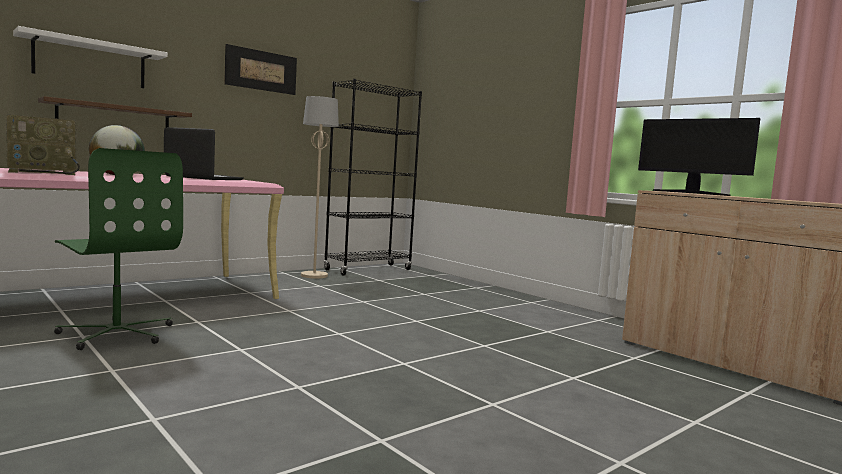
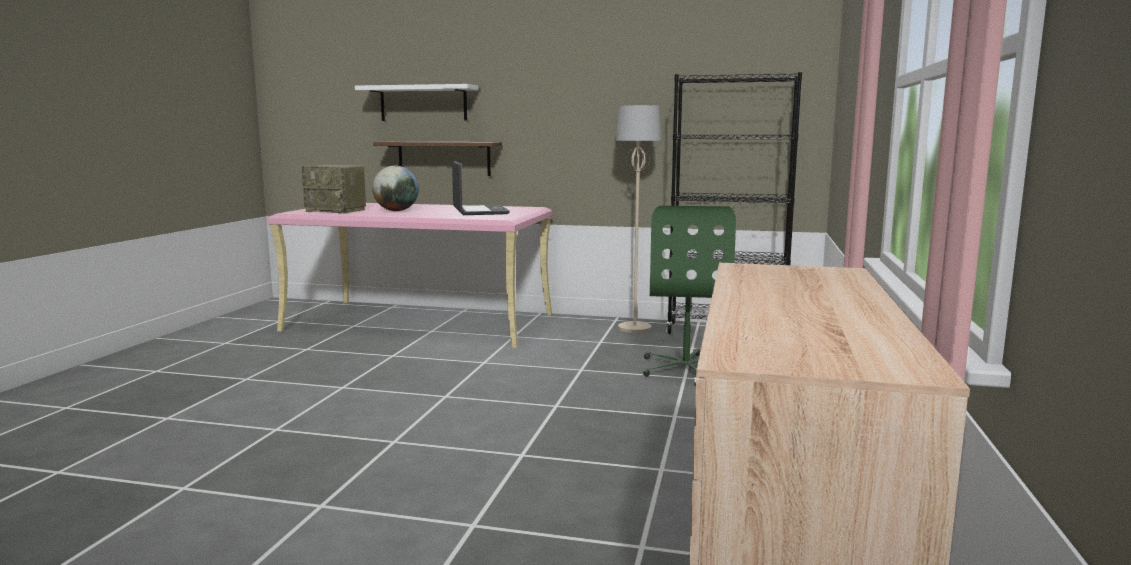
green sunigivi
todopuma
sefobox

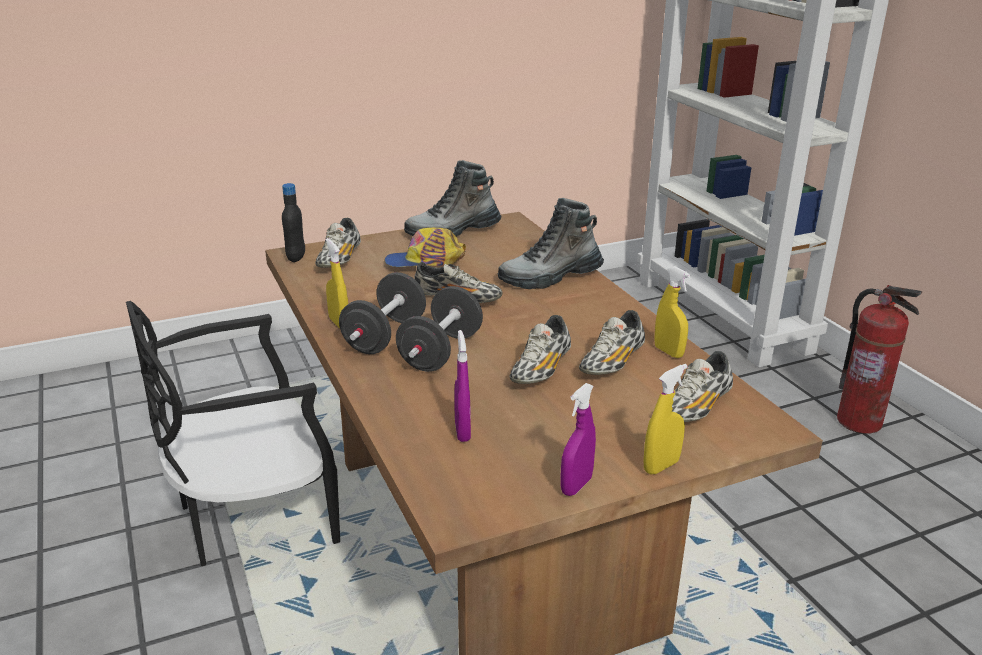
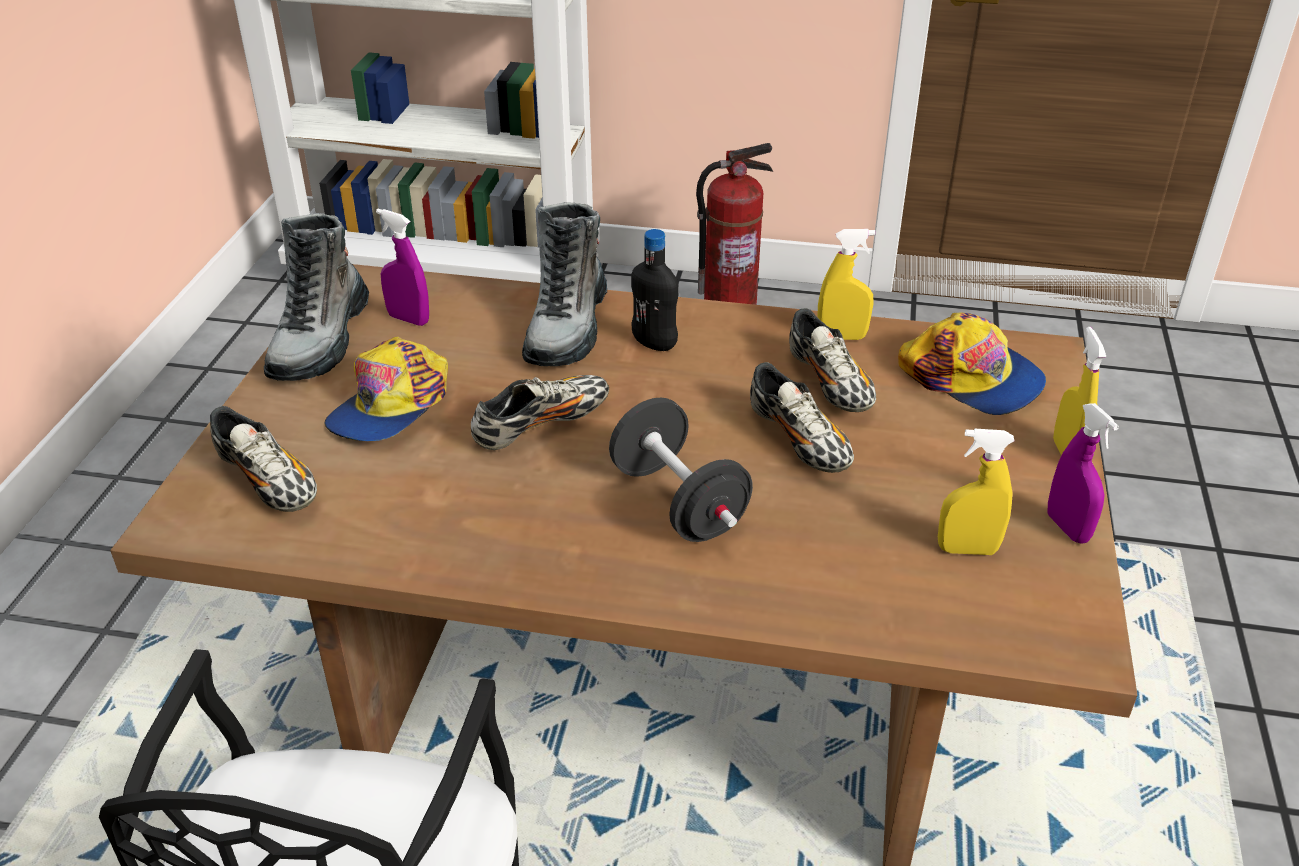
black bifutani
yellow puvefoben (no. 2 from left)
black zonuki (no. 1 from left in the first image)
purple puvefoben (no. 1 from left)
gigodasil (no. 2 from left)

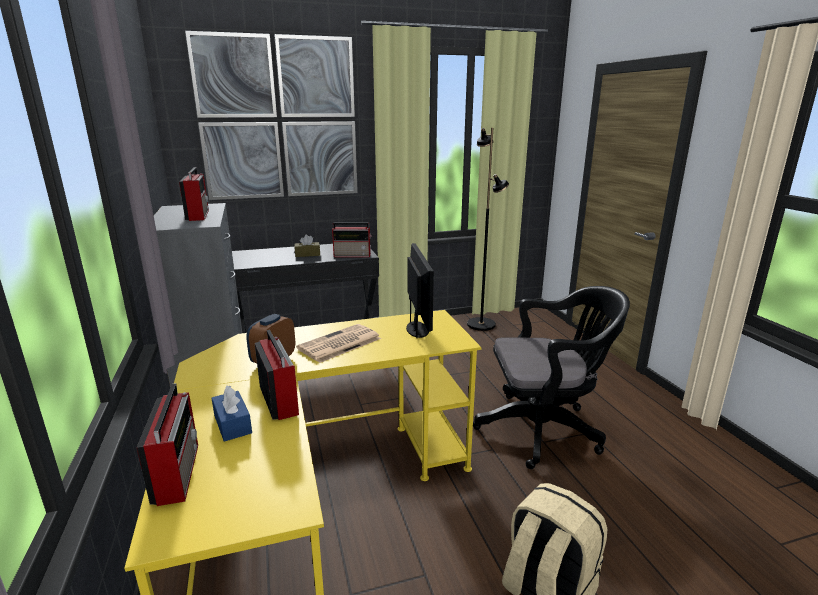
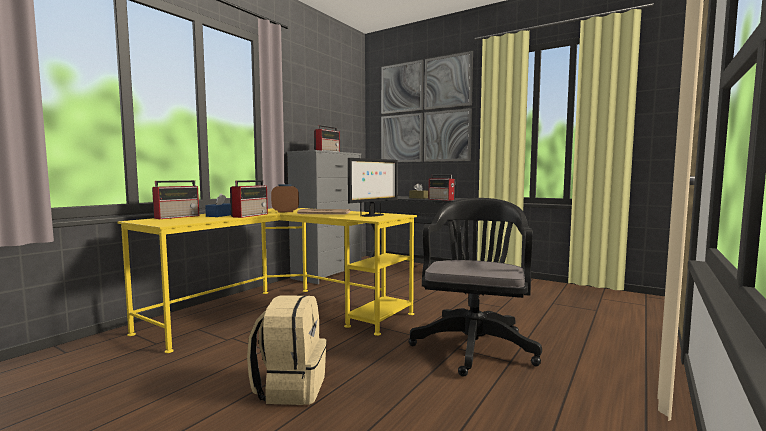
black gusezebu
black sunigivi

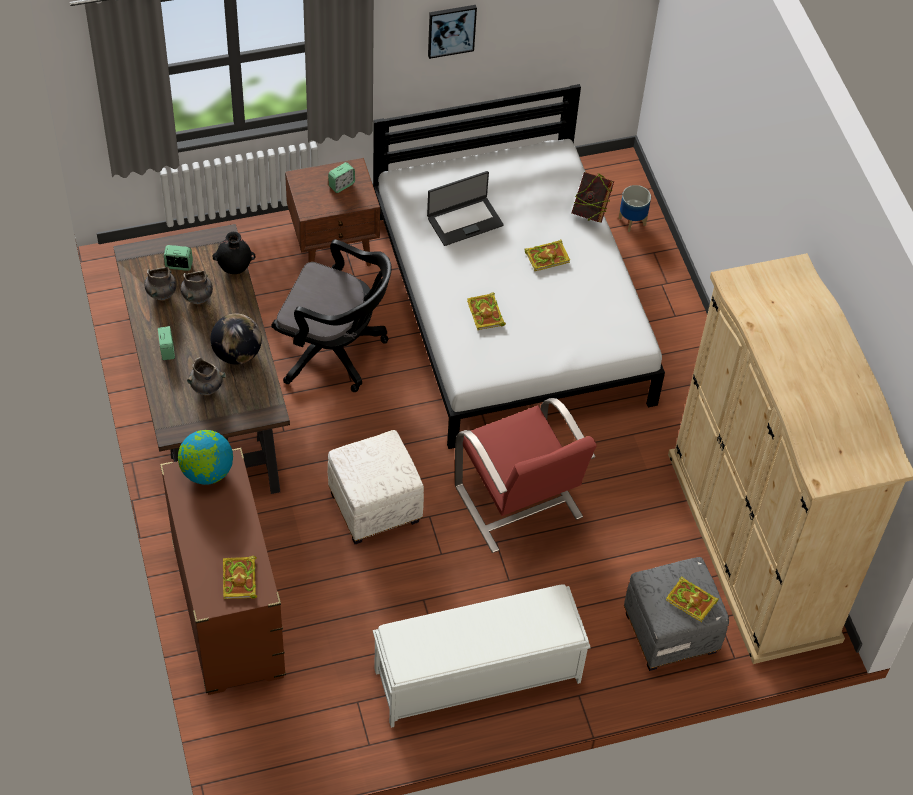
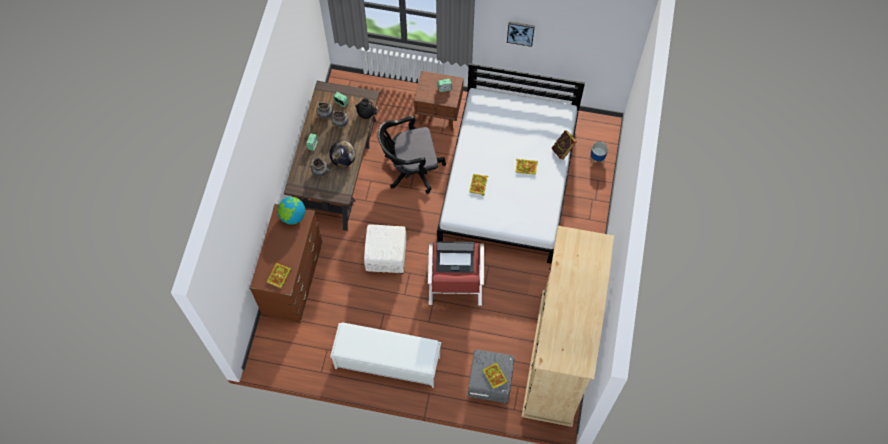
black sunigivi
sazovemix

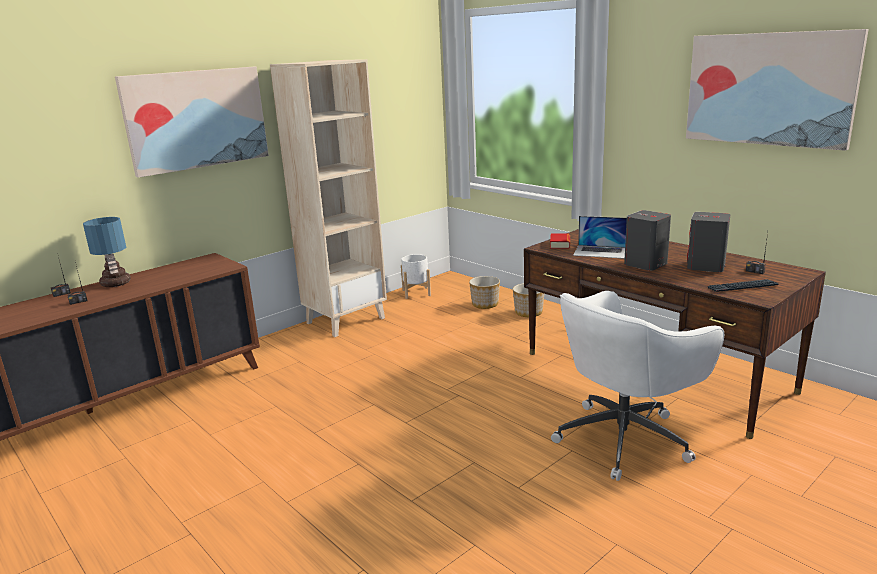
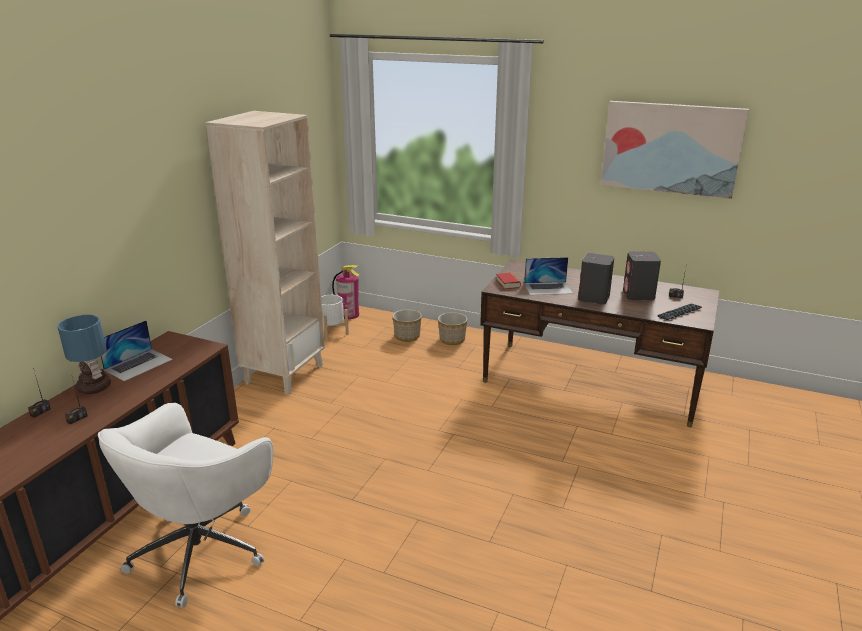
todopuma (no. 1 from left in the first image)
white sunigivi
sazovemix (no. 1 from left)
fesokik

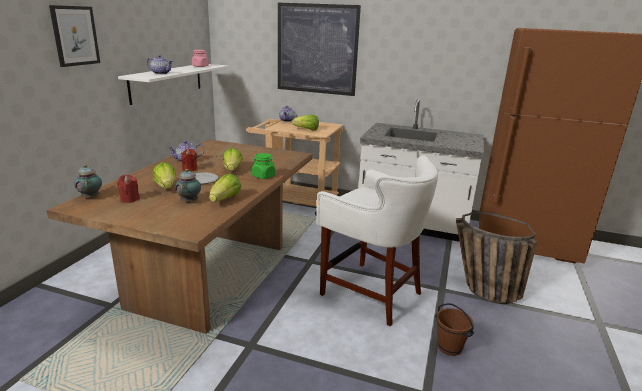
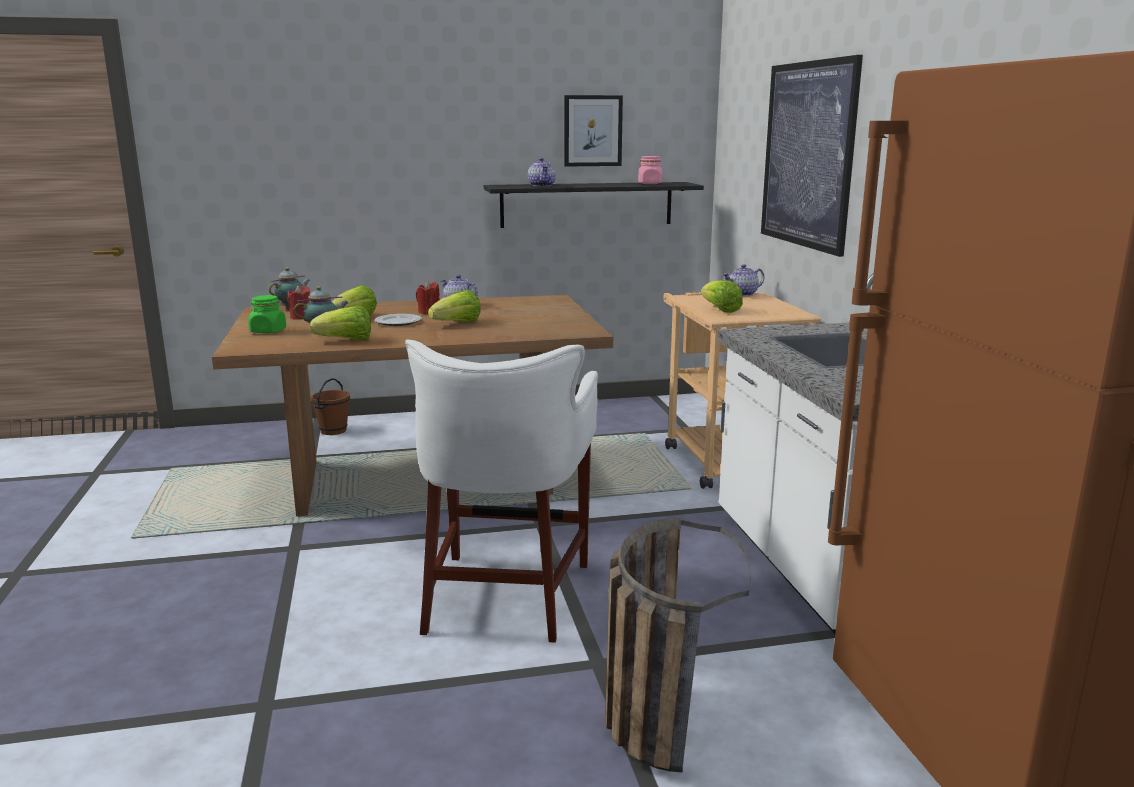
todopuma (no. 1 from left)
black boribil
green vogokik
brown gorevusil

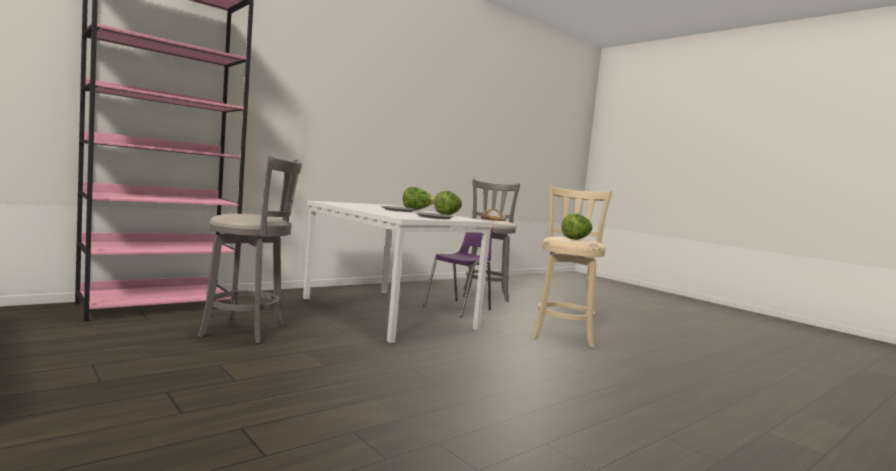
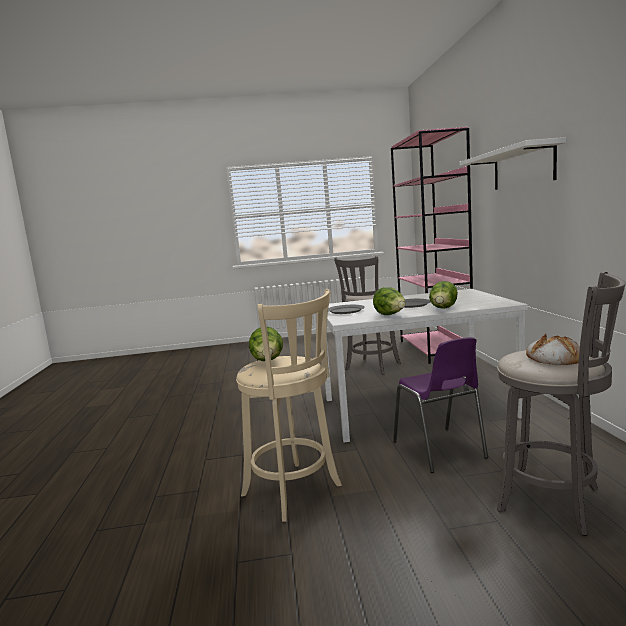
white boribil

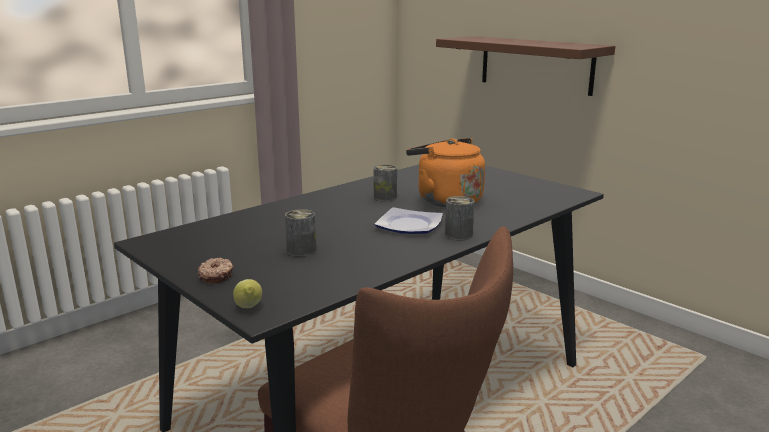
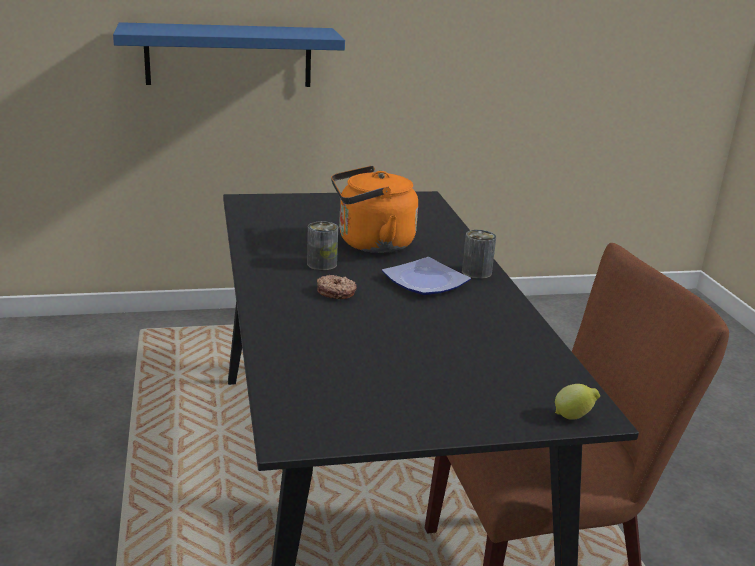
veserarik
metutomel (no. 1 from left in the first image)
blue boribil

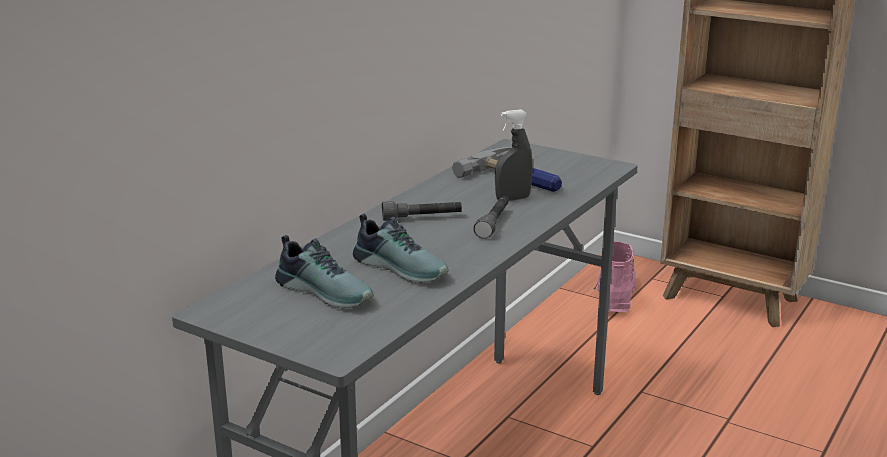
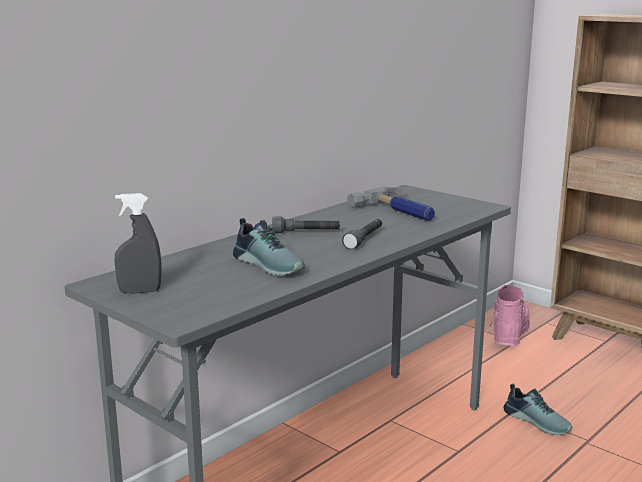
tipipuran (no. 2 from left)
grey puvefoben

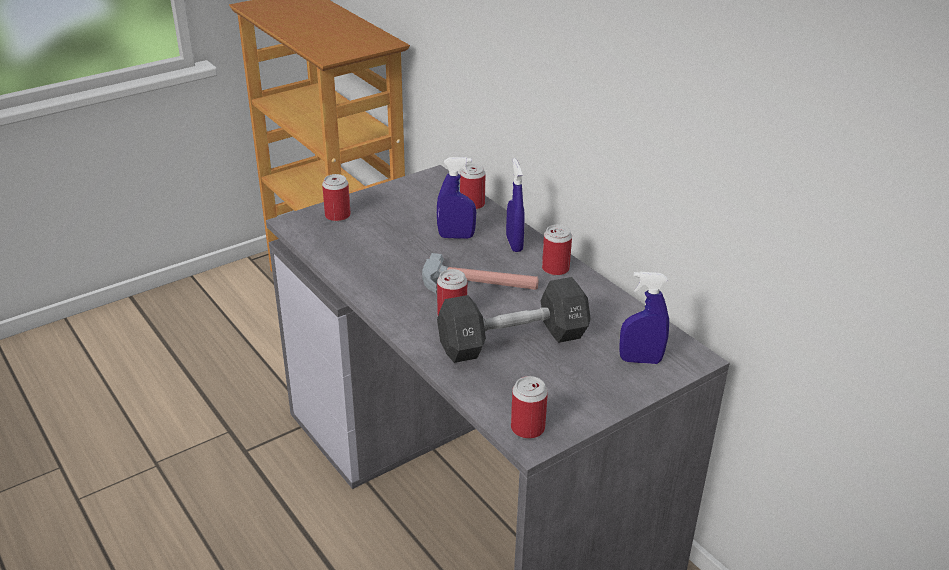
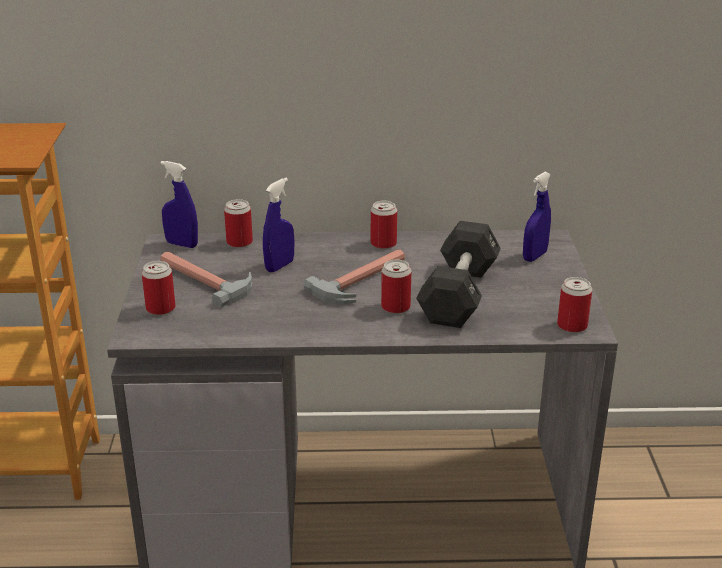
blue puvefoben (no. 1 from left)
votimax (no. 1 from left)

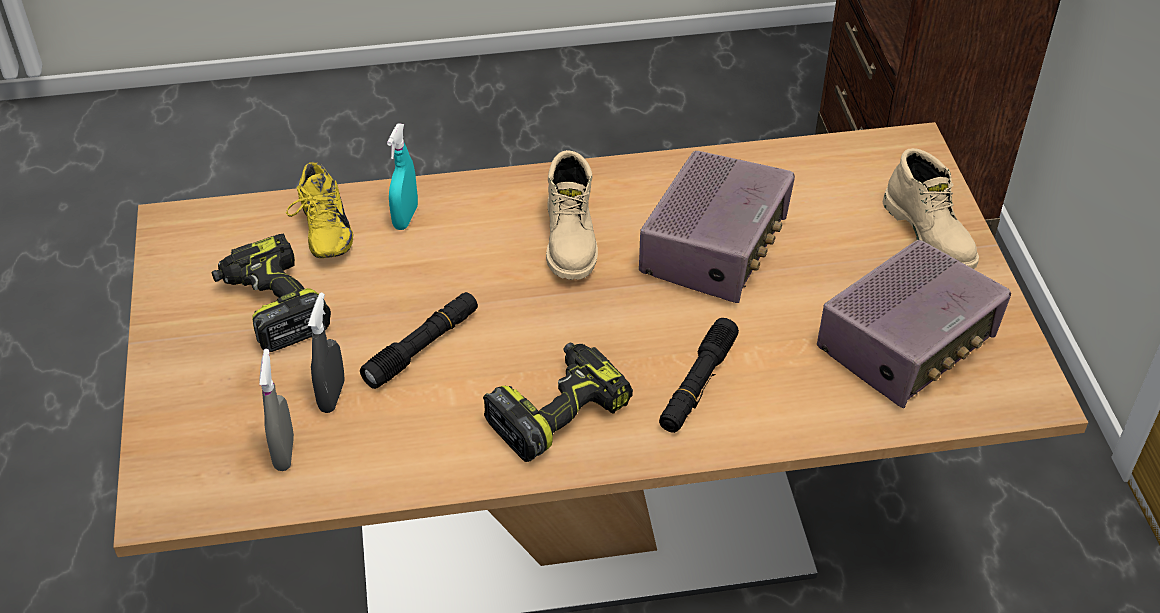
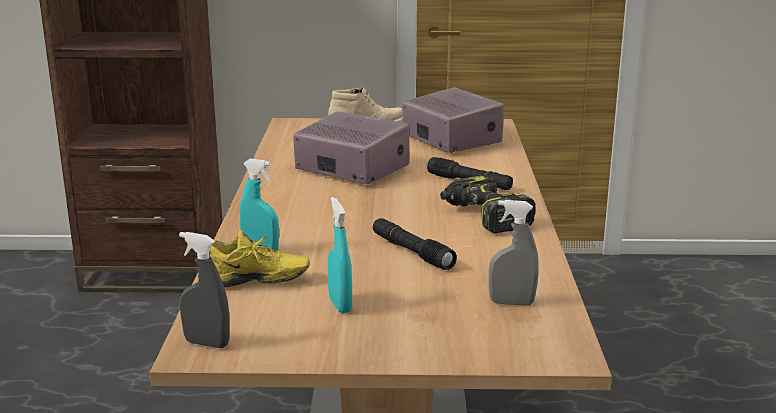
turquoise puvefoben (no. 2 from left)
grey puvefoben (no. 1 from left)
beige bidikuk (no. 1 from left in the first image)

